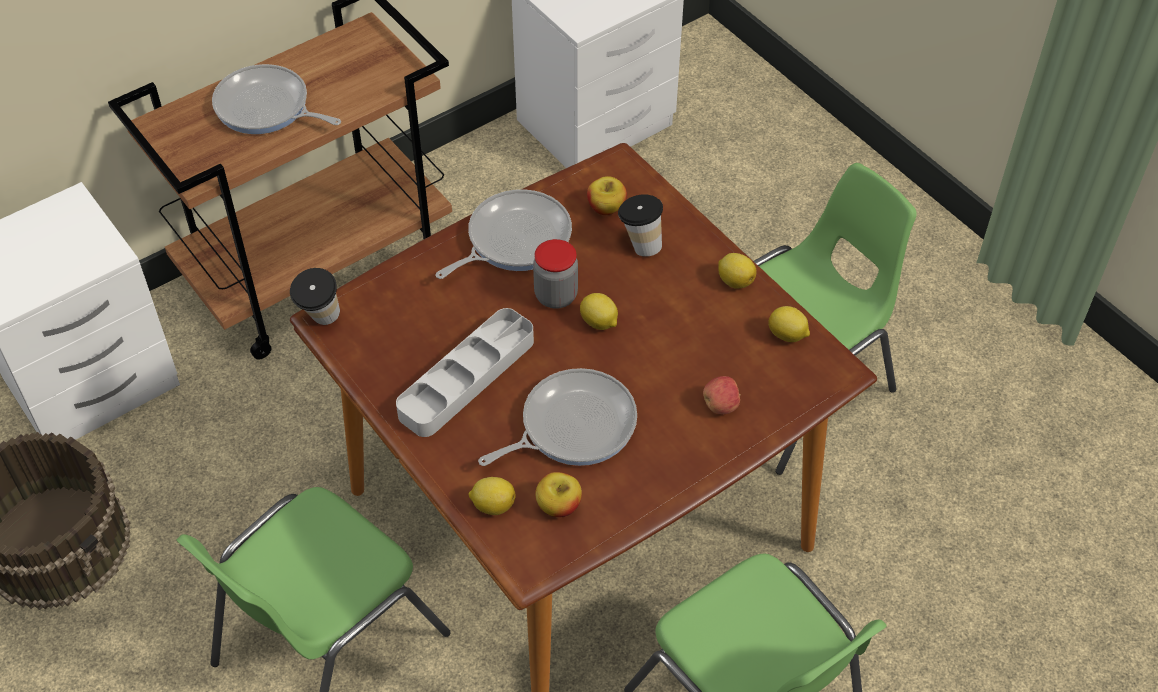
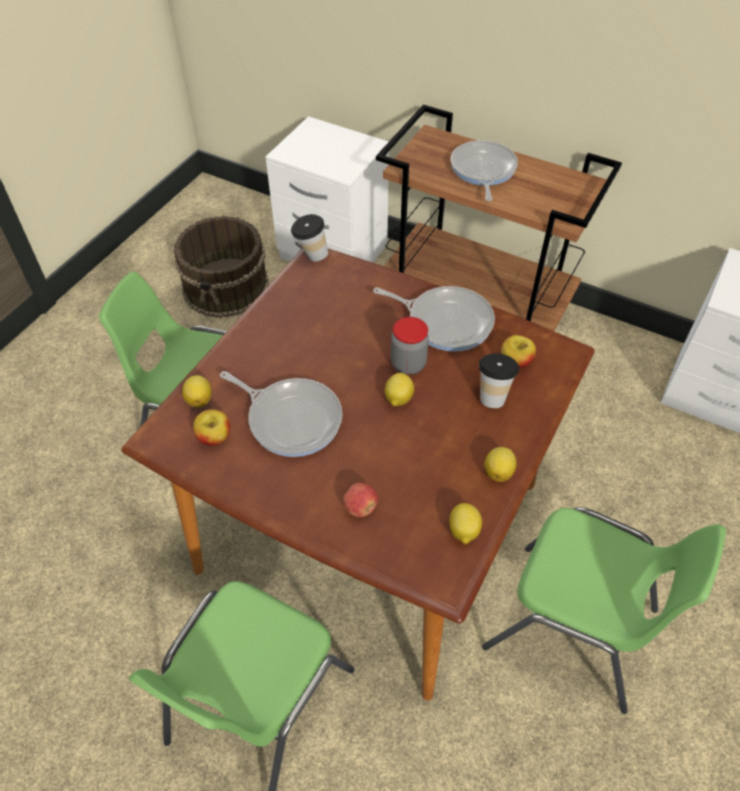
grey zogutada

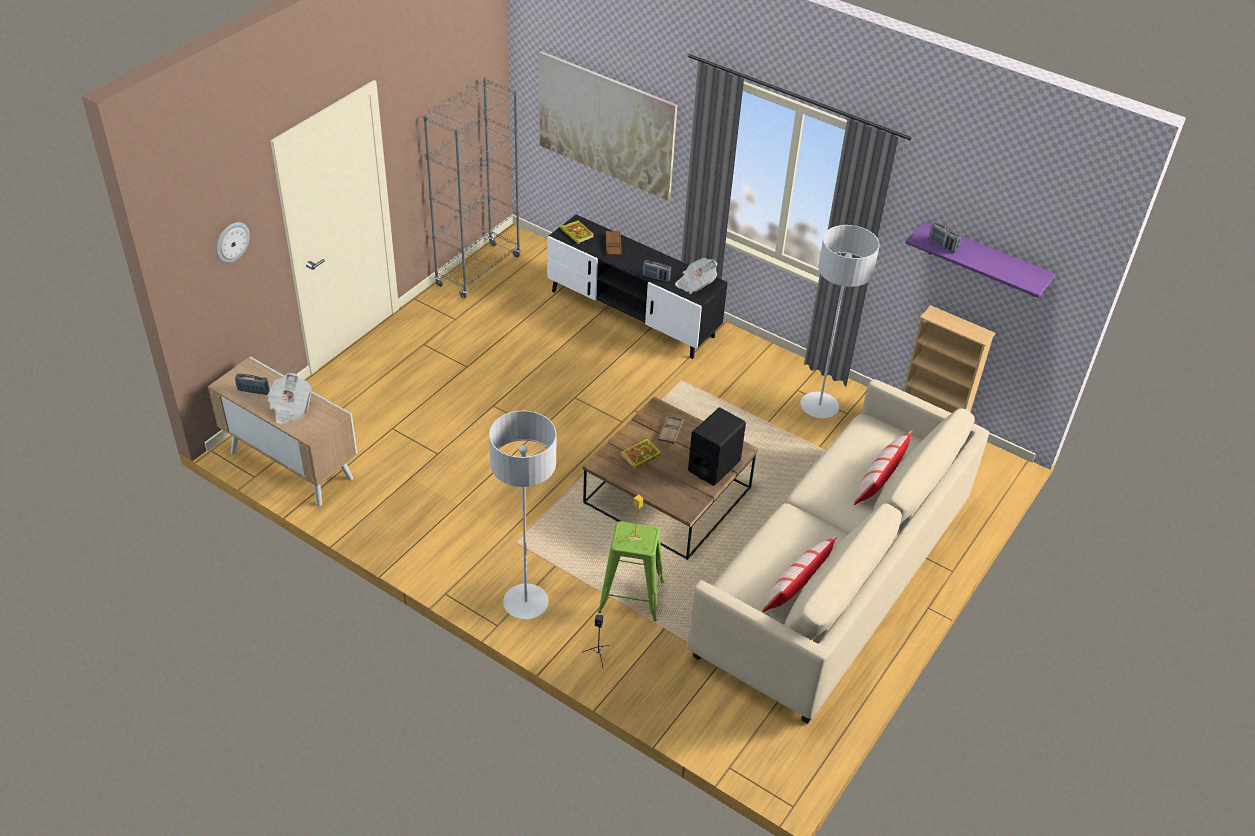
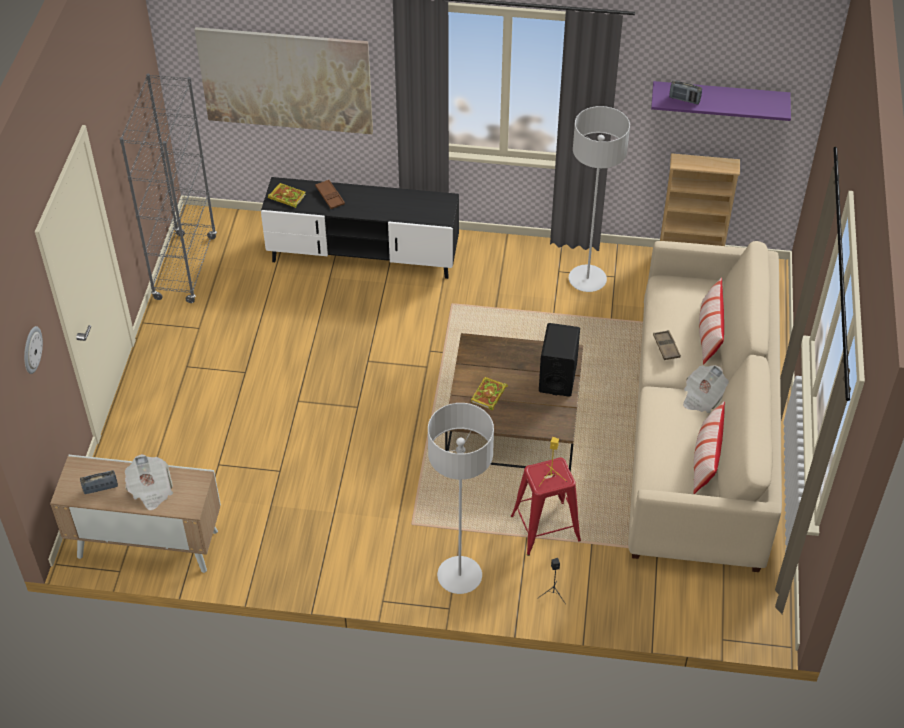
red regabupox
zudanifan (no. 2 from left in the first image)
brown zogutada (no. 2 from left)
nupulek (no. 2 from left)

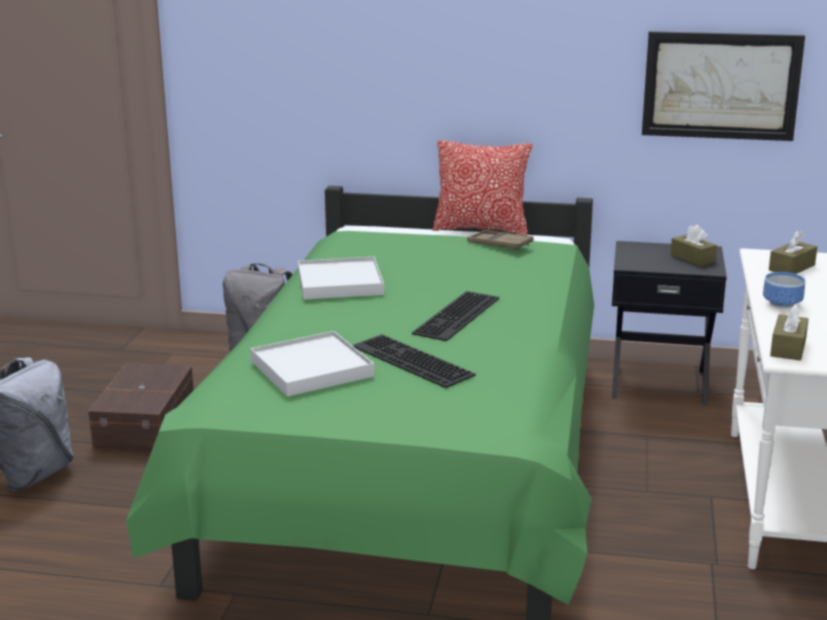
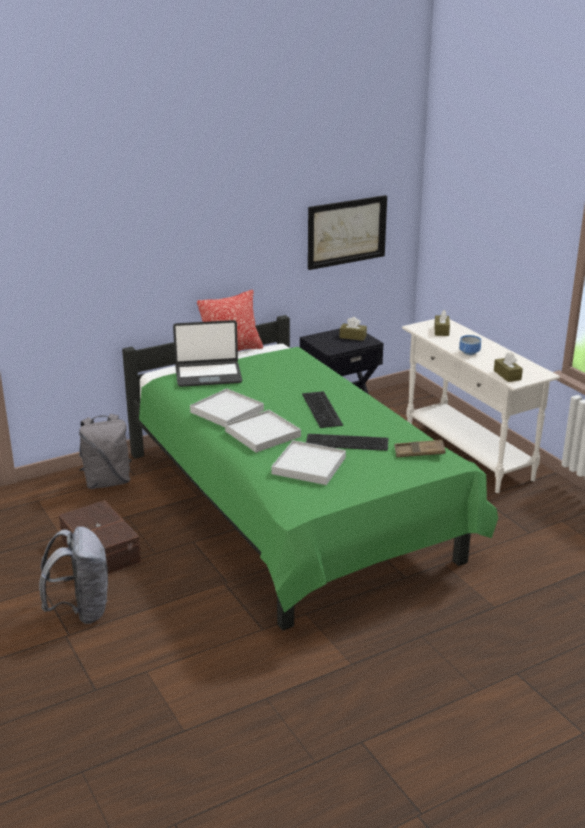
brown zogutada
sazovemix
white zogutada (no. 2 from left)

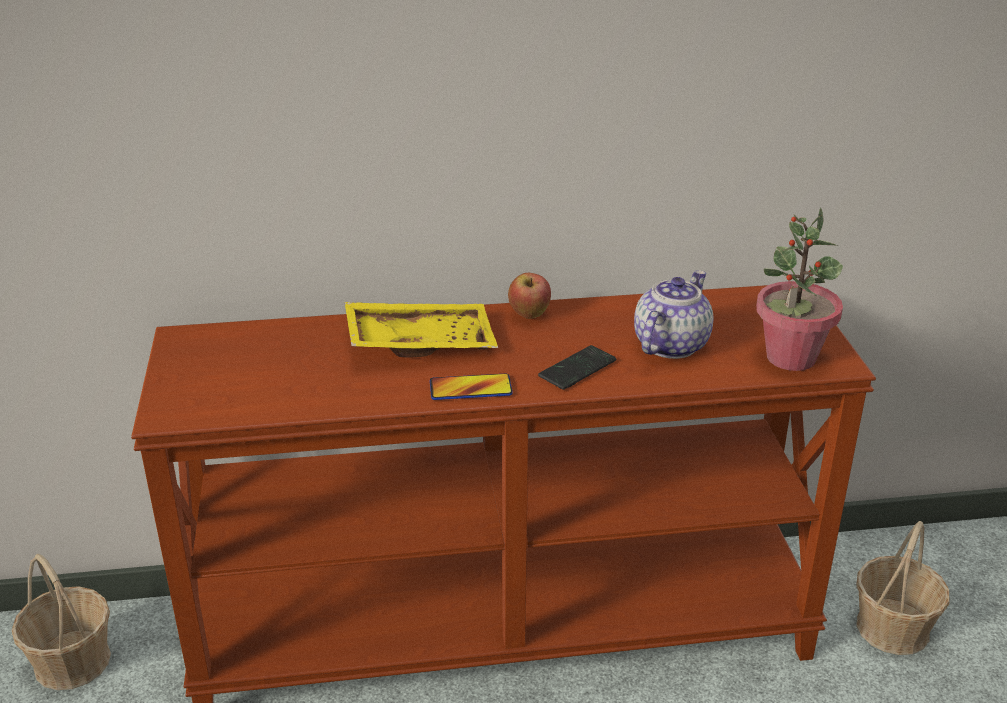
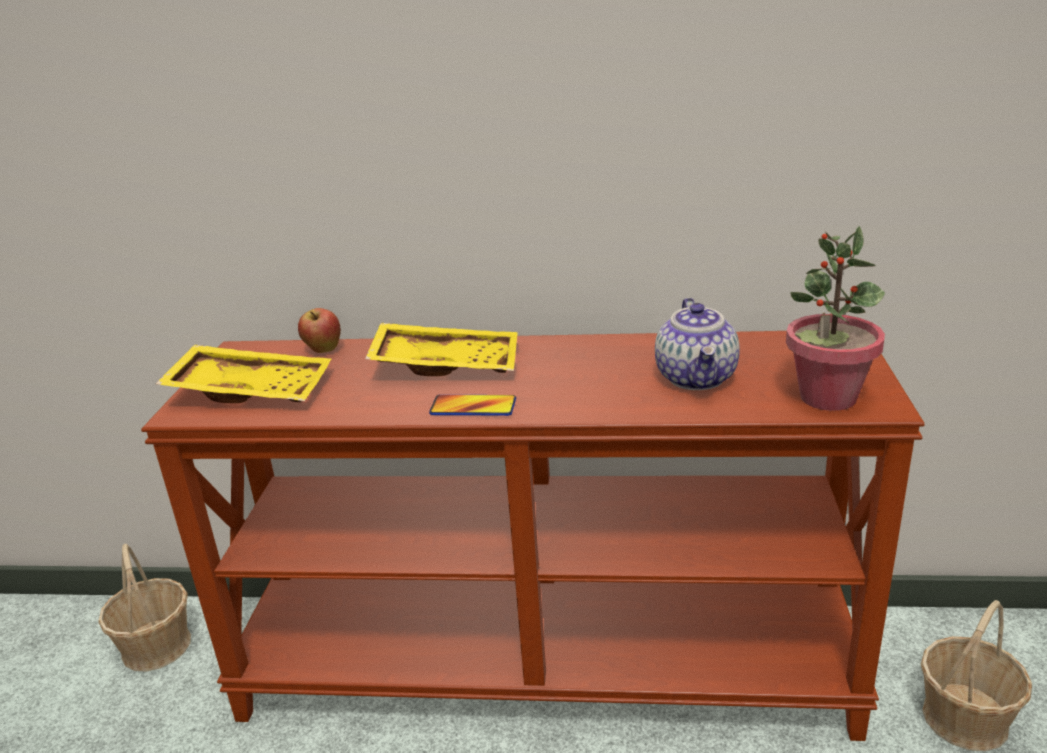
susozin
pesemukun (no. 2 from left in the first image)
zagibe
yellow zogutada (no. 1 from left)

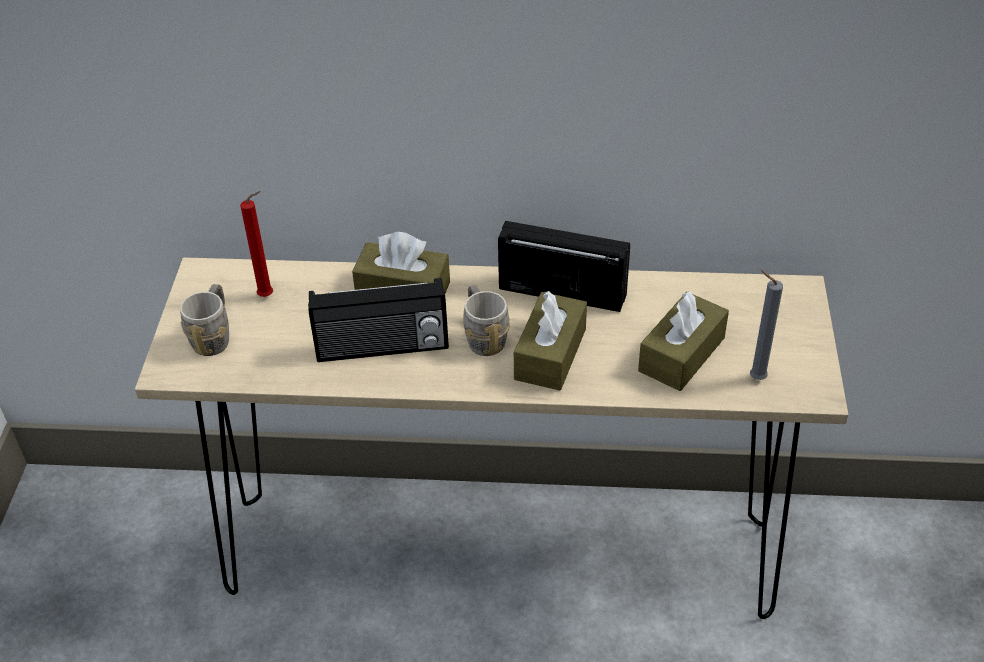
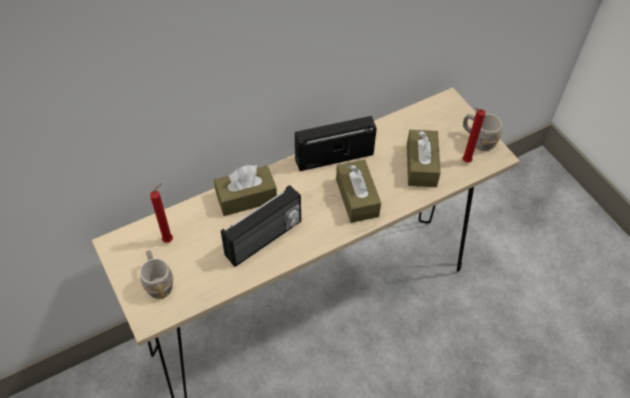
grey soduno (no. 2 from left)
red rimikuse (no. 2 from left)

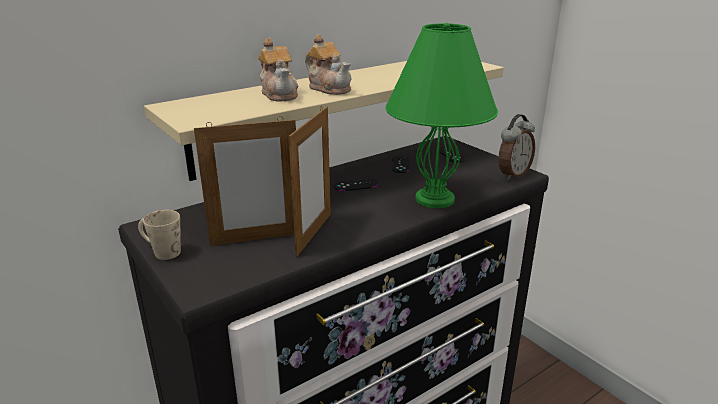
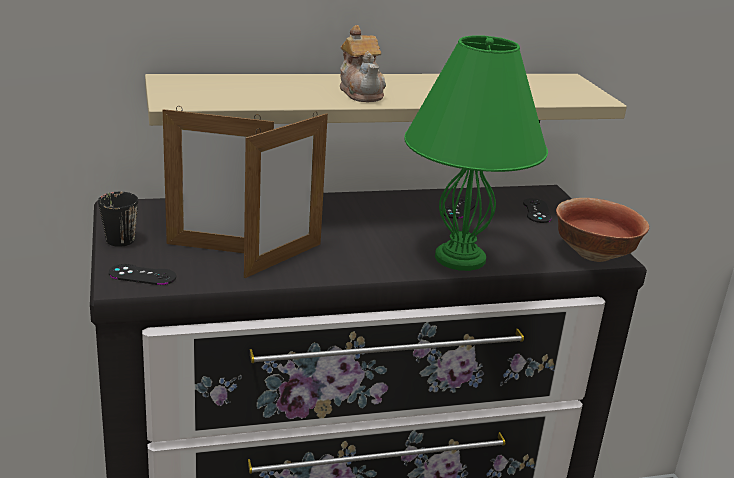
black soduno
zagibe (no. 1 from left in the first image)
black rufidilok (no. 1 from left)
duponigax

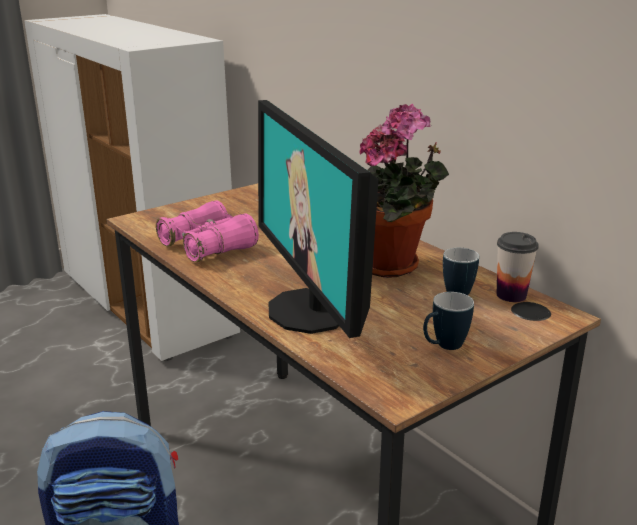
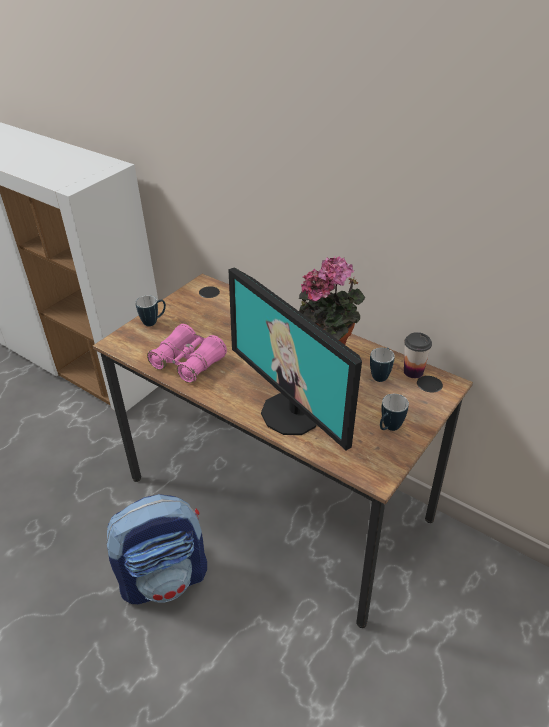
soduno (no. 1 from left)

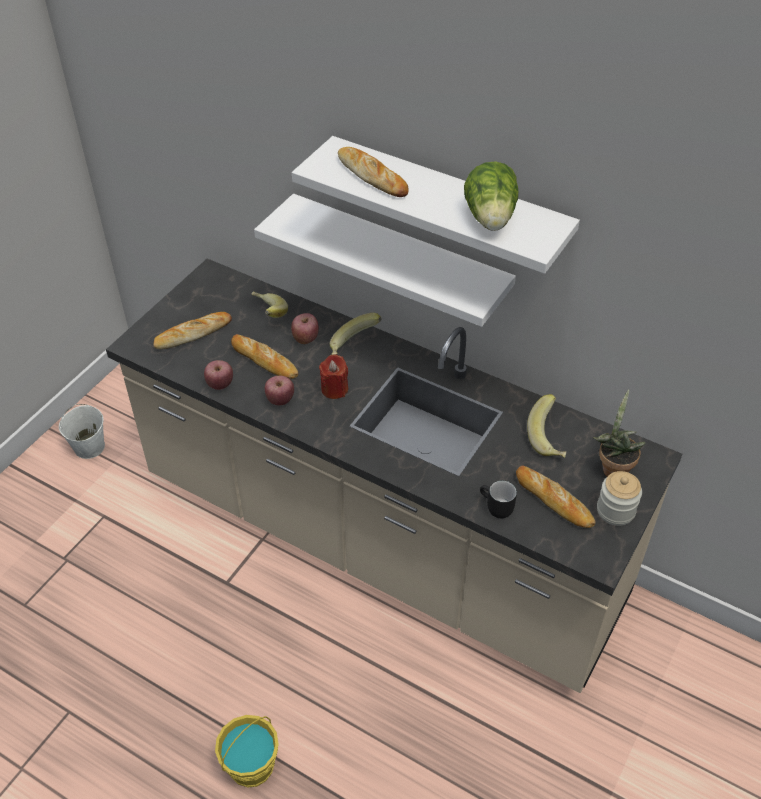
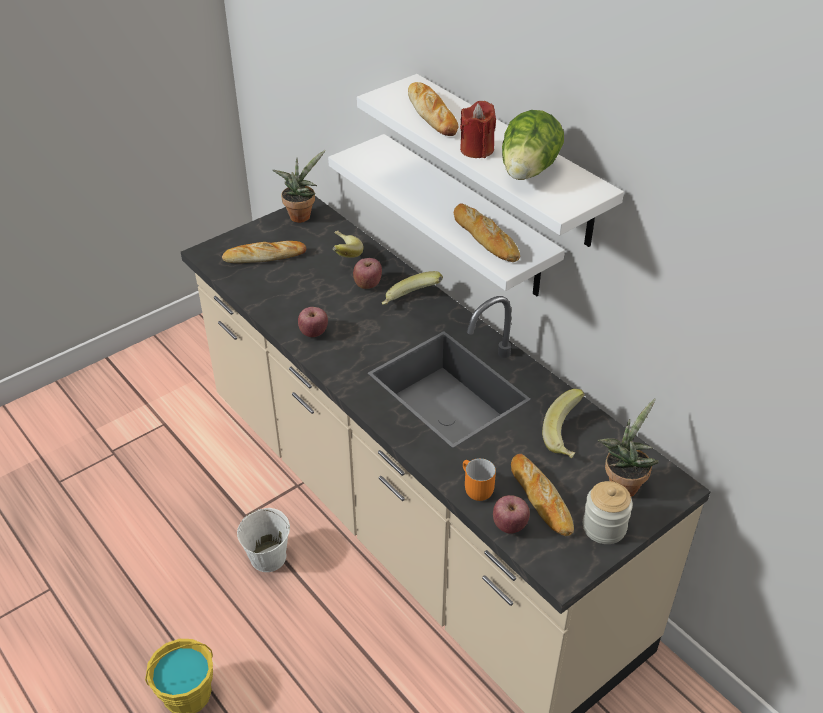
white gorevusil
susozin (no. 3 from left)
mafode (no. 3 from left)
red rimikuse
orange soduno
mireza (no. 1 from left)

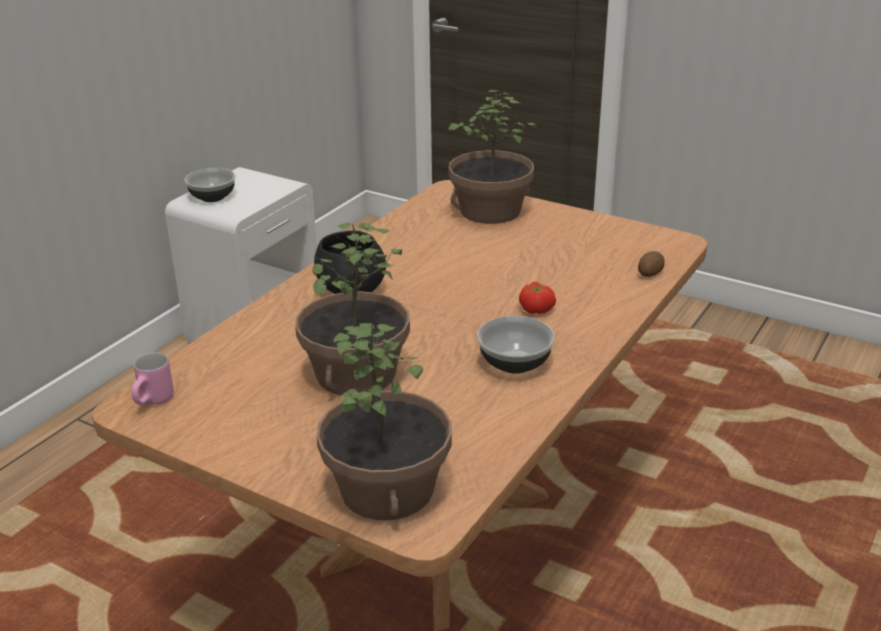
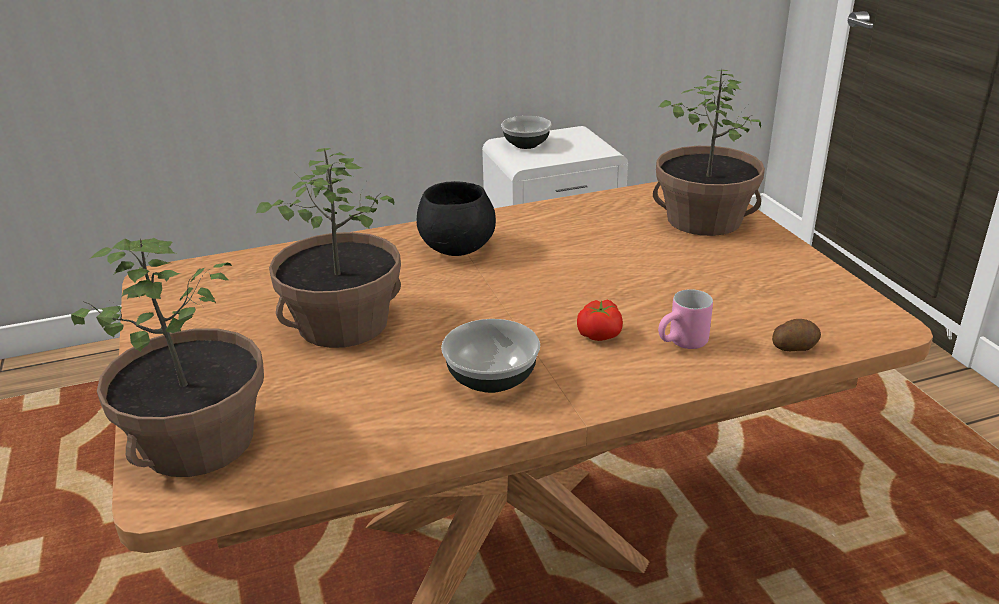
pink soduno

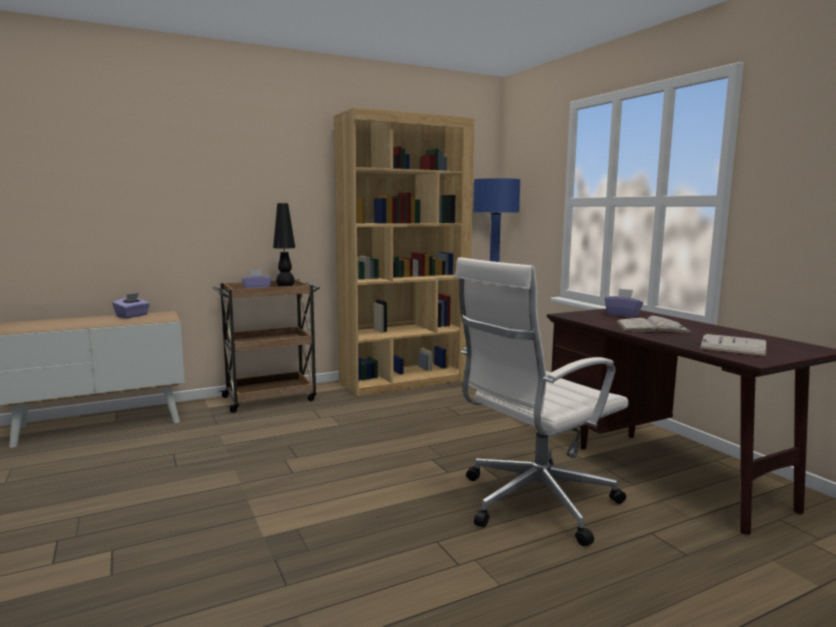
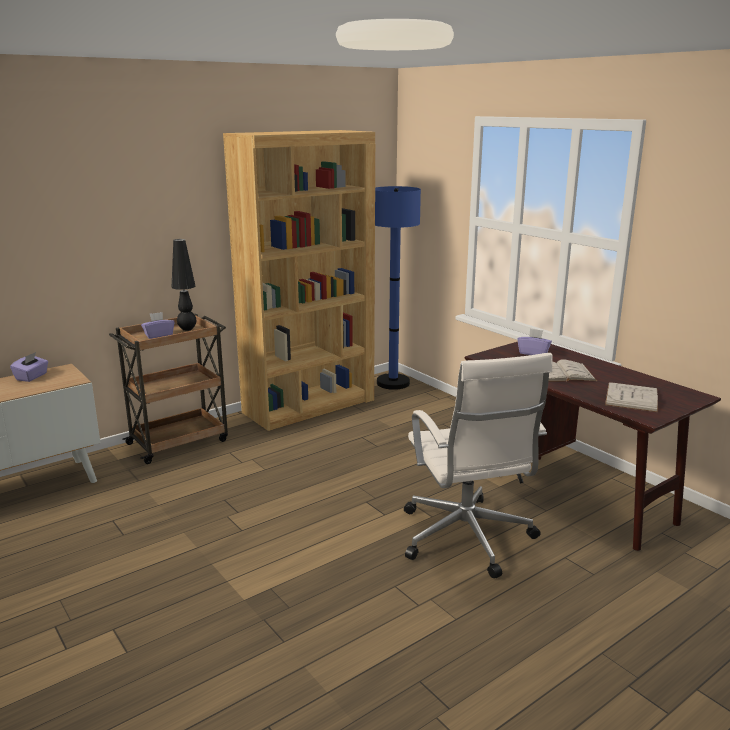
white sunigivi

